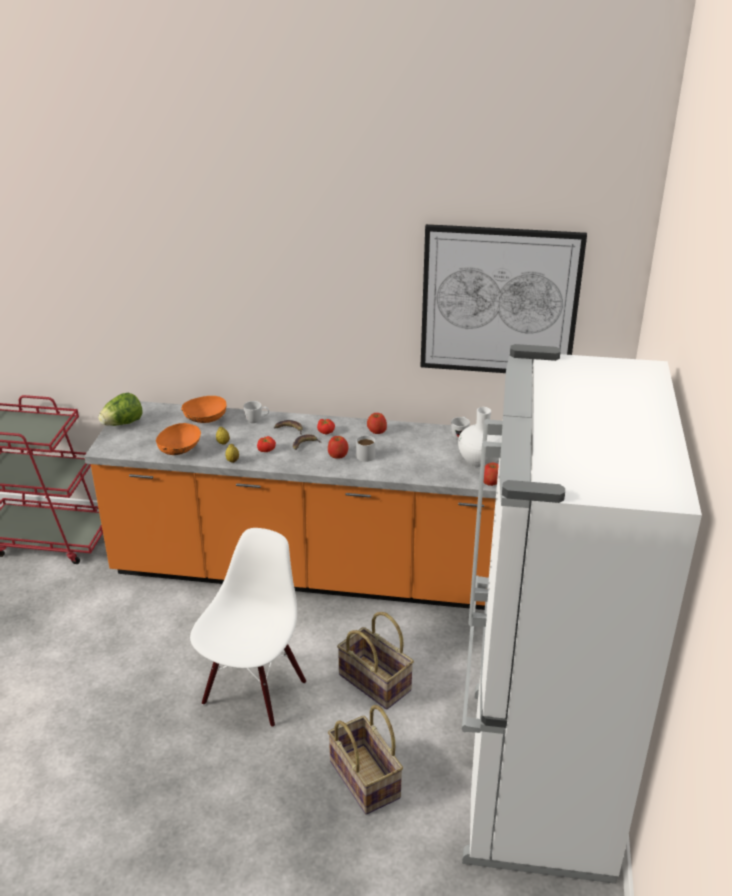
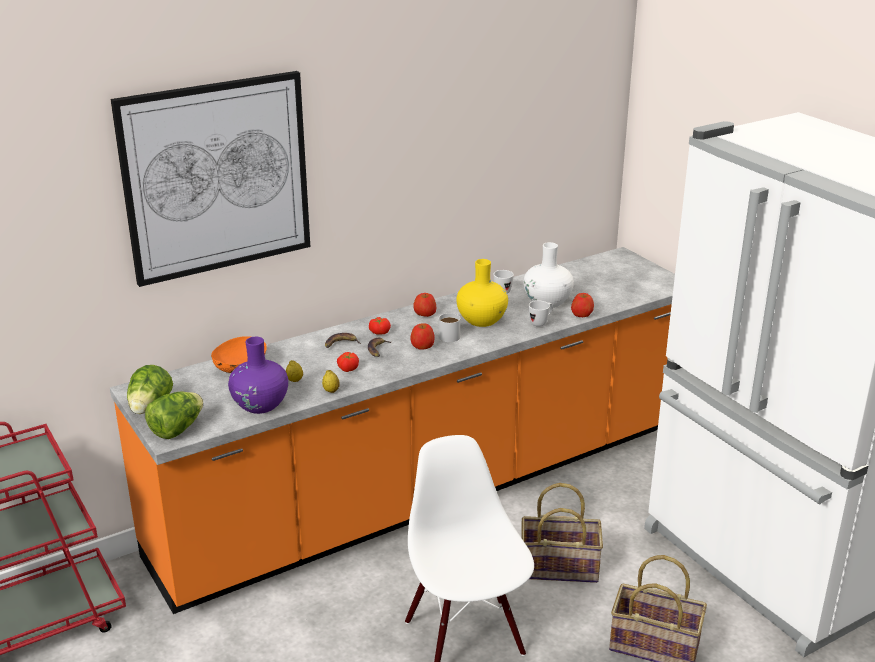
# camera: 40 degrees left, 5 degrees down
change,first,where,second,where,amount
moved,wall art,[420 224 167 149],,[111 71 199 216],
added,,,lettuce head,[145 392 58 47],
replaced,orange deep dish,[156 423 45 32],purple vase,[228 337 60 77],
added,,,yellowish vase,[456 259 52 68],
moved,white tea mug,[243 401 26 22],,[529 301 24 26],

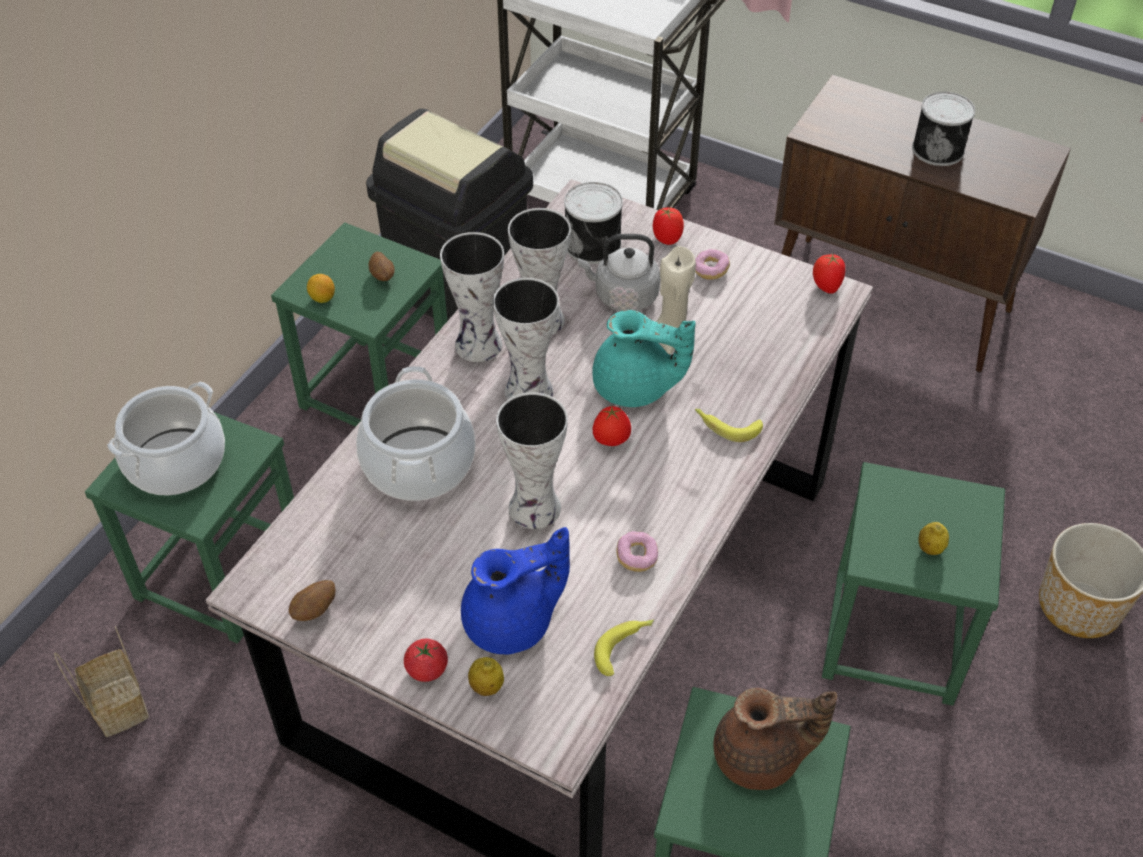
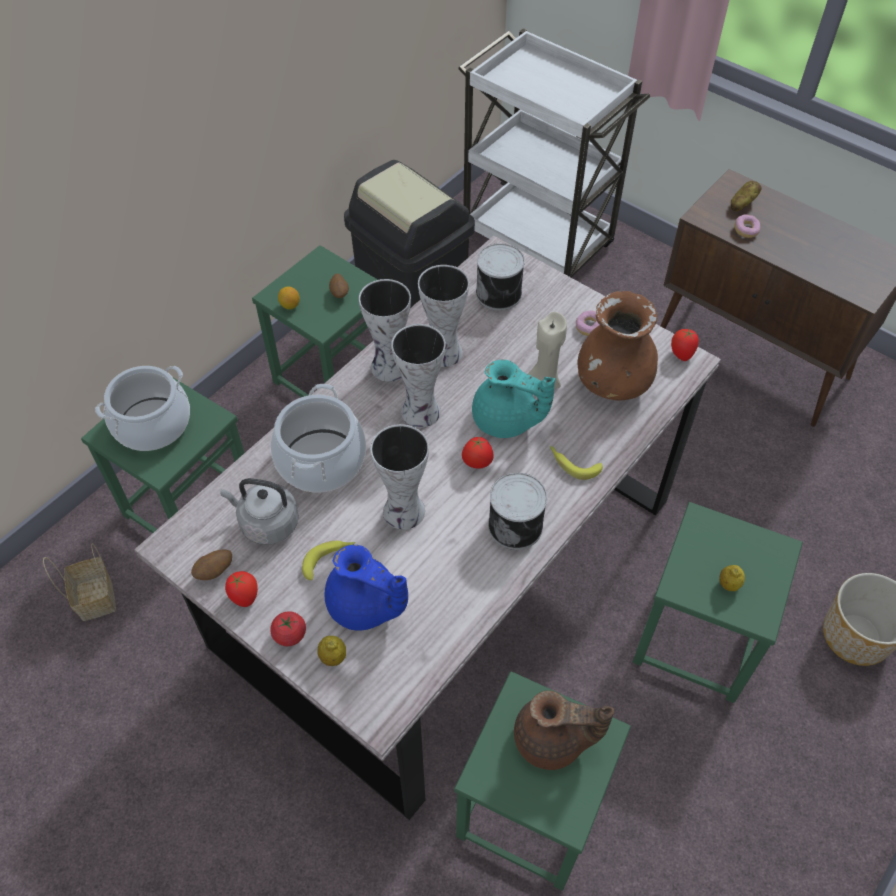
# camera: 10 degrees right, 5 degrees up
change,first,where,second,where,amount
moved,grey kettle,[578 234 82 77],,[220 478 79 67],
moved,fresh tomato,[653 207 31 38],,[225 571 33 36],
moved,banana,[594 619 60 57],,[302 541 53 39],
turned,blue tea pot,[461 527 109 127],,[325 545 83 86],45 degrees clockwise
moved,can,[912 92 63 74],,[488 473 59 77],
added,,,brown-coloured vase,[578 291 80 110],
added,,,spud,[731 181 31 30],
moved,doughnut,[616 531 42 41],,[734 215 26 23],

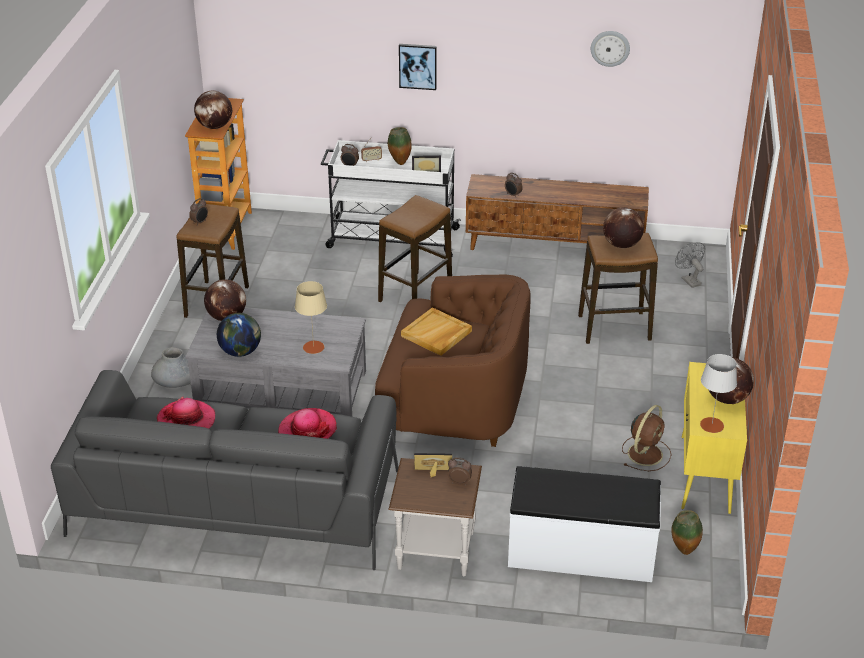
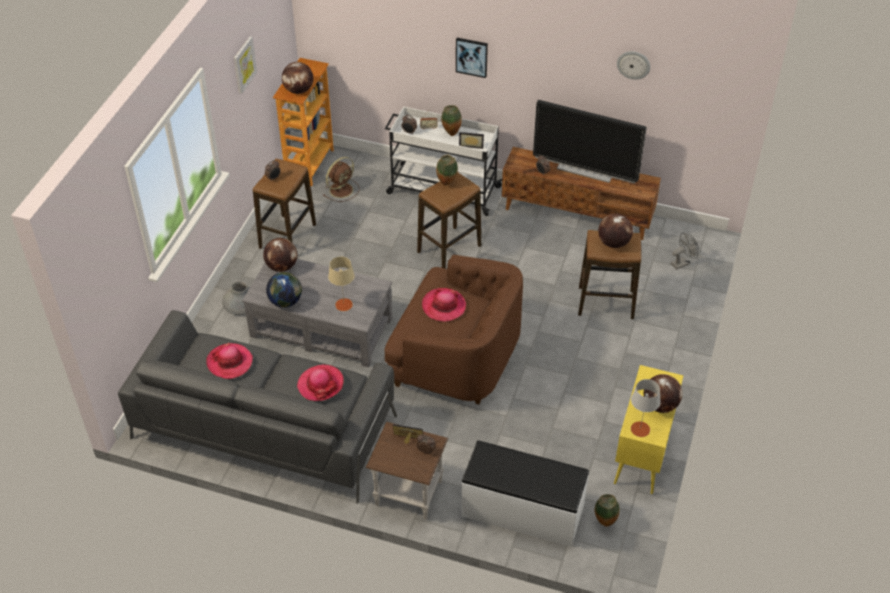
# camera: 10 degrees right, 10 degrees up
change,first,where,second,where,amount
added,,,wall art,[234 37 23 57],
moved,brown-coloured electric fan,[622 405 49 66],,[323 157 37 45],
replaced,sand-coloured carrying tray,[401 307 71 49],wearable hat,[422 288 44 34],
added,,,vase,[436 155 22 31],
added,,,TV,[533 100 114 83],
turned,grey electric fan,[675 242 30 46],,[671 232 28 38],75 degrees clockwise

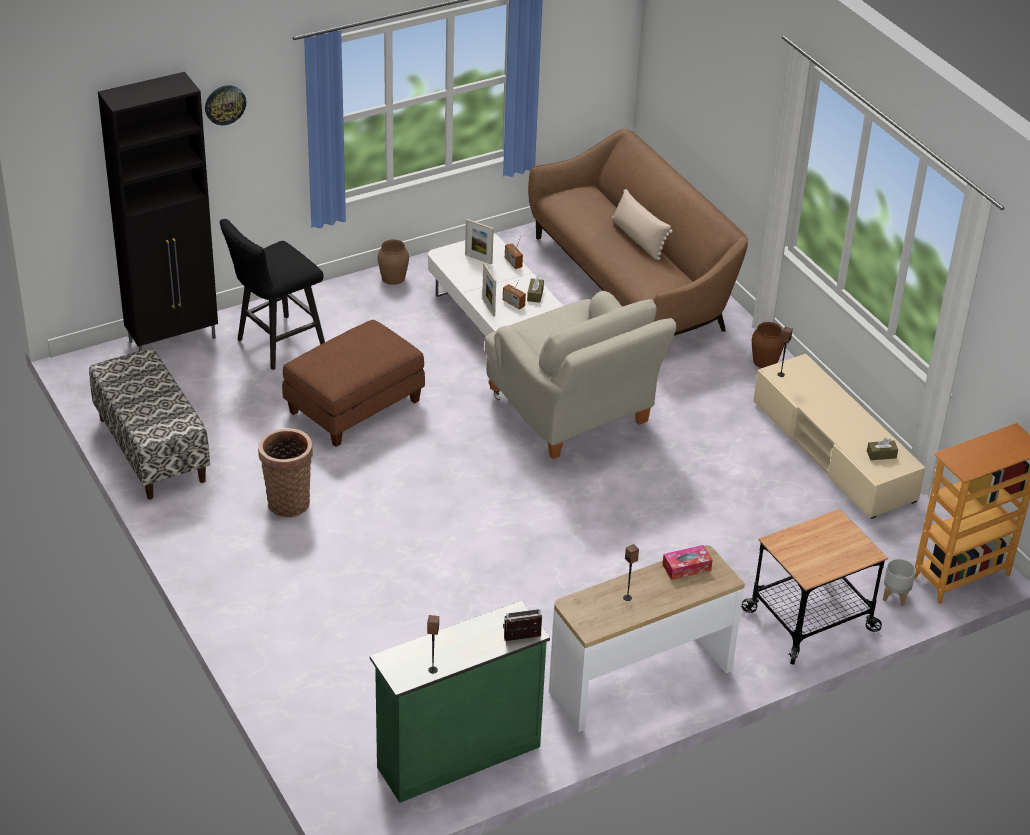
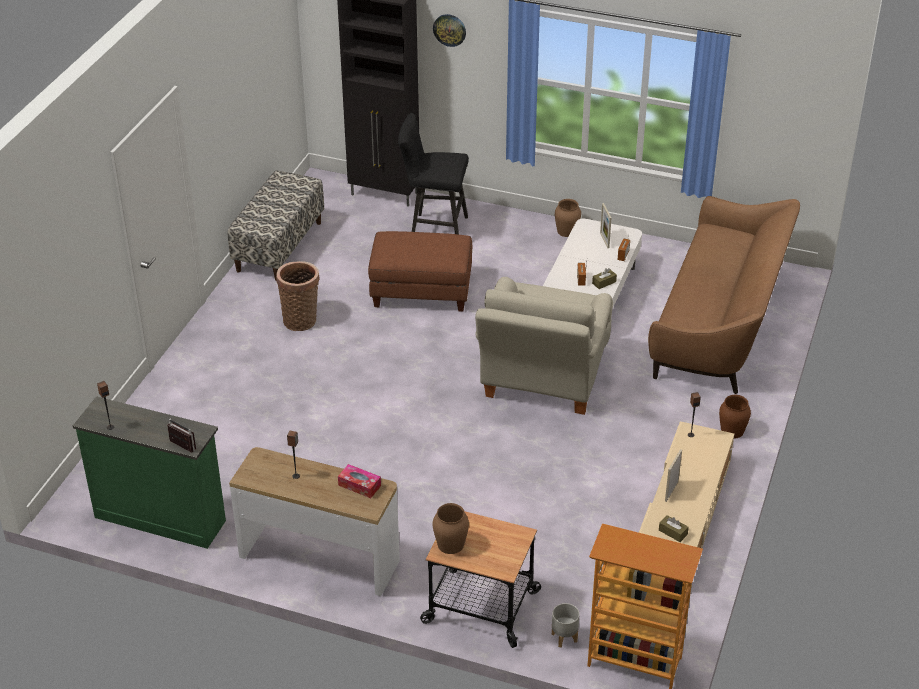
# camera: 50 degrees right, 0 degrees up
change,first,where,second,where,amount
added,,,brown-coloured vase,[433 503 36 51],
moved,picture frame,[482 263 14 54],,[665 449 17 53],
removed,sand-coloured cushion,[612 189 61 71],,,

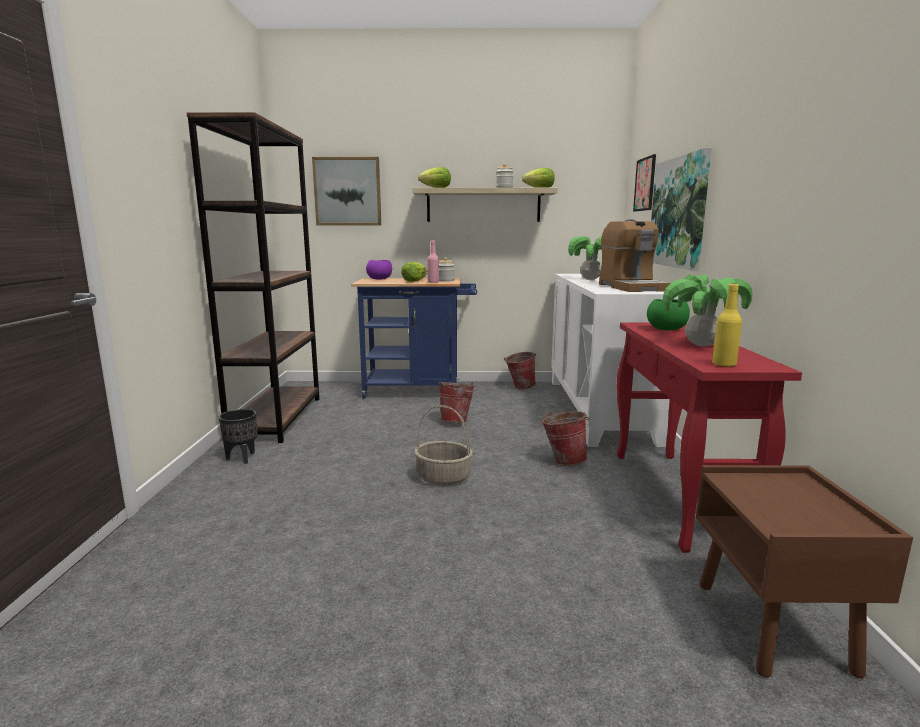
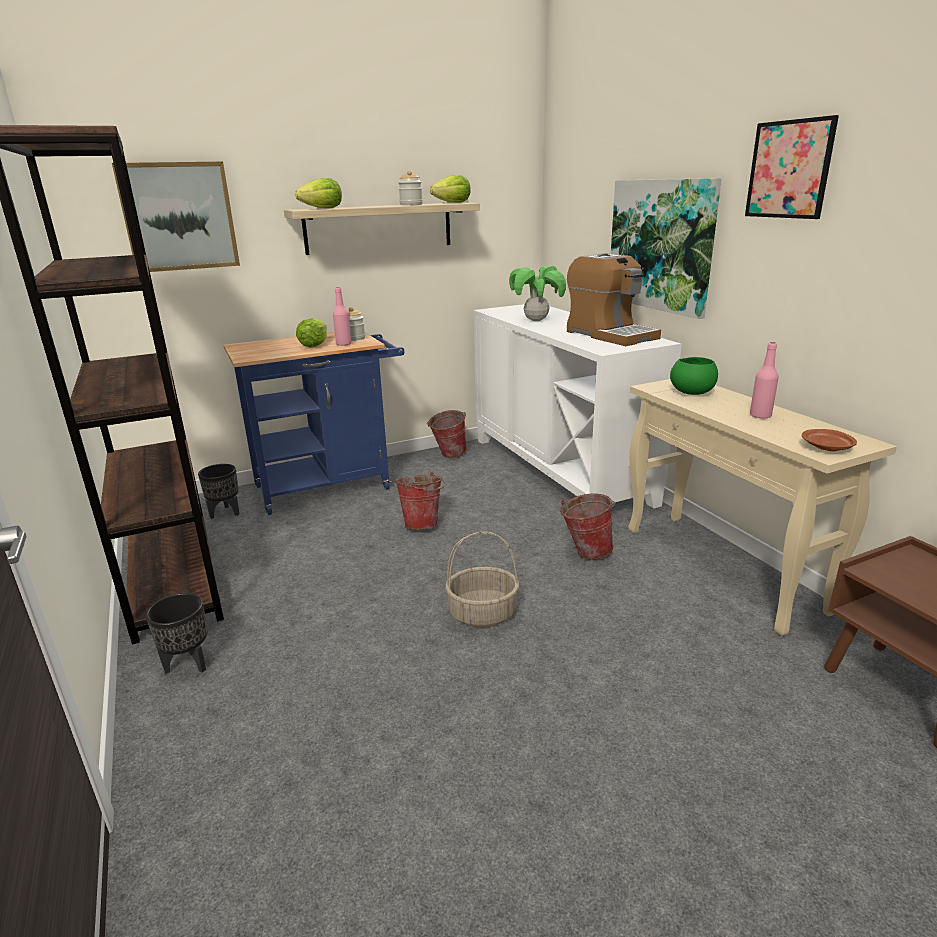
# camera: 25 degrees left, 10 degrees up
change,first,where,second,where,amount
added,,,black planter,[198 464 42 55],
recoloured,reddish console table,[617 322 185 231],sand-coloured console table,[628 379 269 257],
moved,wall art,[633 154 23 57],,[745 115 94 104],
replaced,plant in a pot,[662 275 90 72],pinkish beverage bottle,[750 342 29 77],
replaced,yellowish beverage bottle,[712 284 30 83],brown-coloured flat dish,[802 429 55 22],
removed,purple deep dish,[366 260 26 20],,,

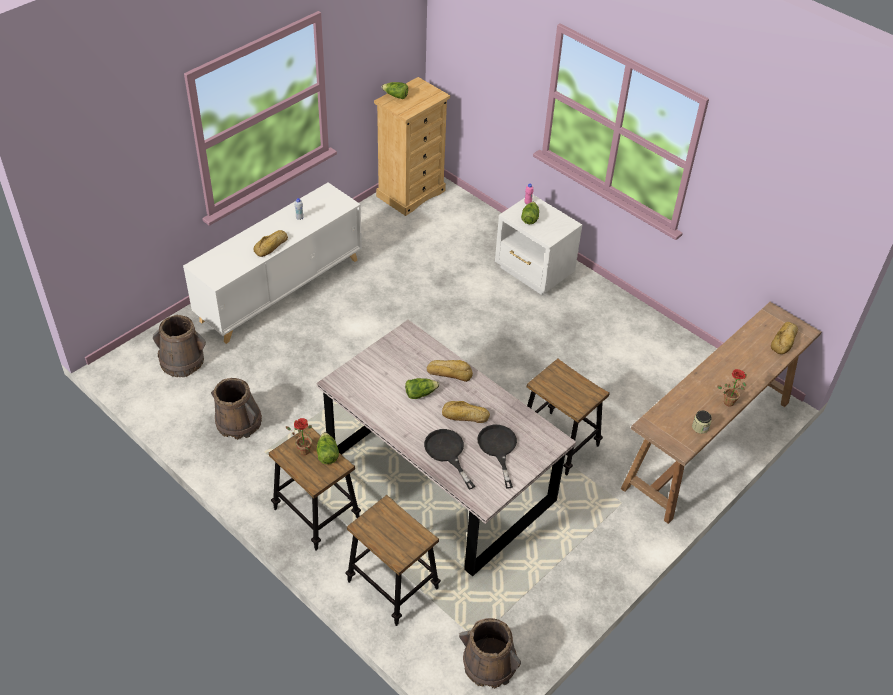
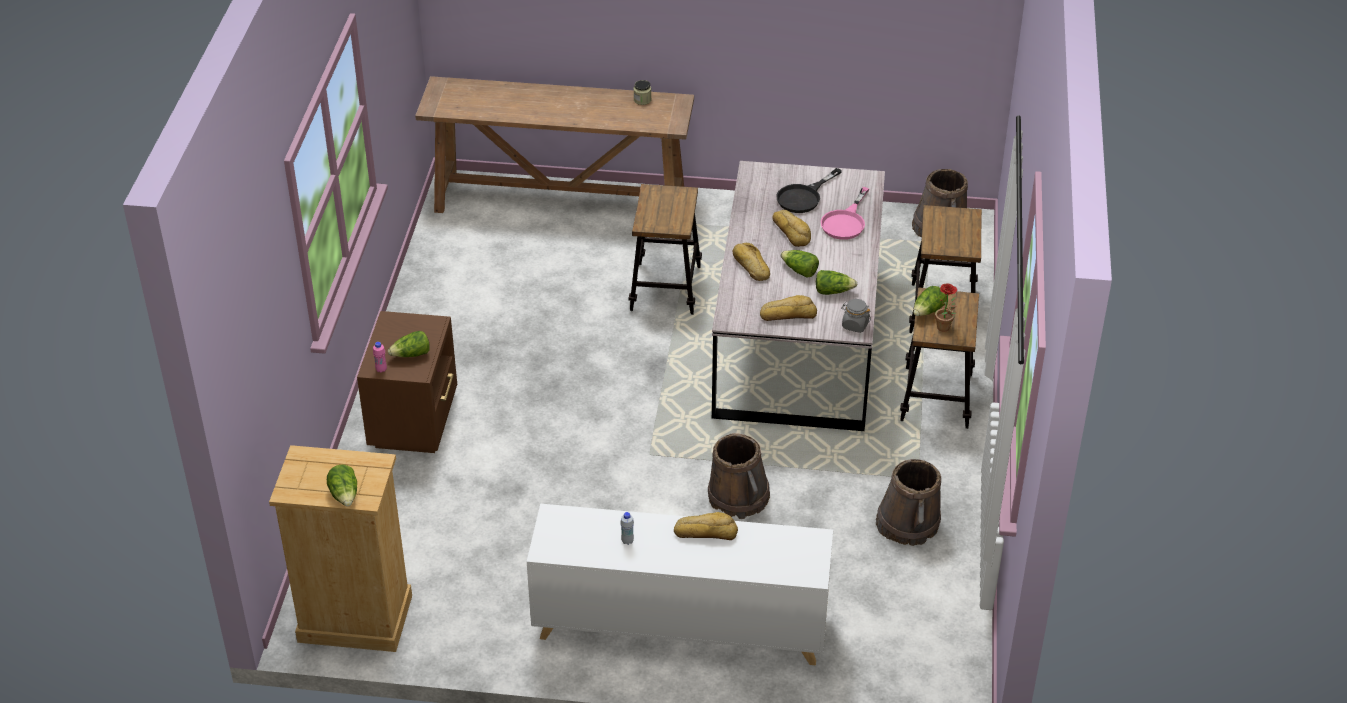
# camera: 125 degrees left, 5 degrees down
change,first,where,second,where,amount
recoloured,white nightstand,[495 195 87 100],brown-coloured nightstand,[357 311 100 142],
moved,brown-coloured water bucket,[153 315 53 62],,[708 433 62 86],
moved,bread,[771 322 27 32],,[760 295 57 26],
added,,,lettuce head,[816 270 41 25],
recoloured,black frying pan,[424 429 51 60],pinkish frying pan,[820 187 49 53],
added,,,grey jar,[841 299 30 34],
removed,plant in a pot,[717 369 30 38],,,

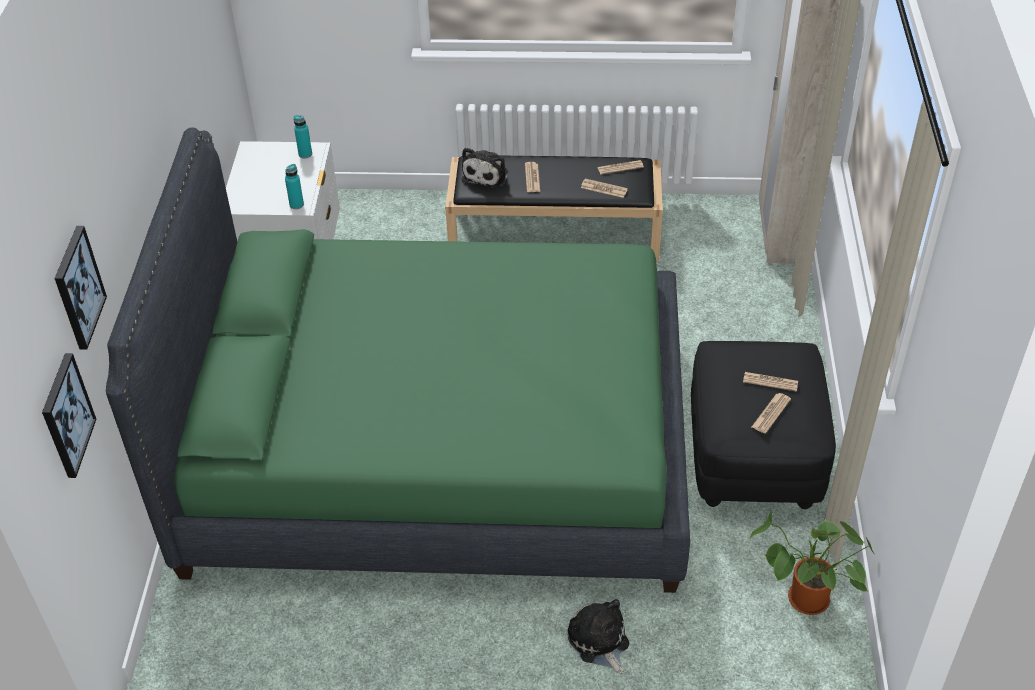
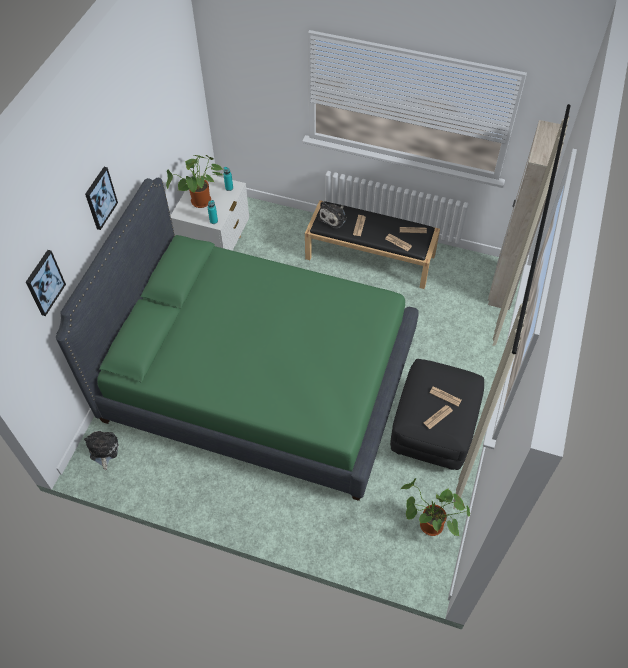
# camera: 15 degrees right, 10 degrees up
change,first,where,second,where,amount
moved,soft toy,[568 599 61 75],,[84 431 35 39],
moved,wall art,[42 353 54 125],,[85 167 33 63],
added,,,plant in a pot,[166 155 58 53],

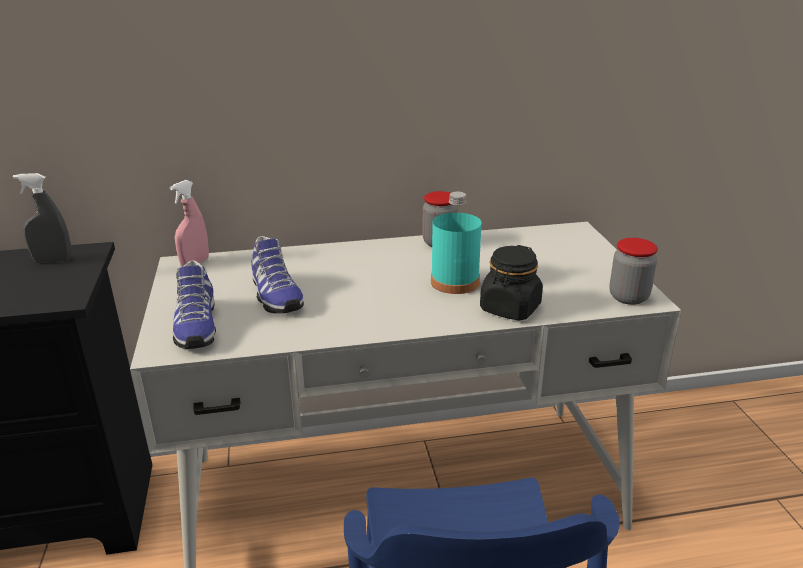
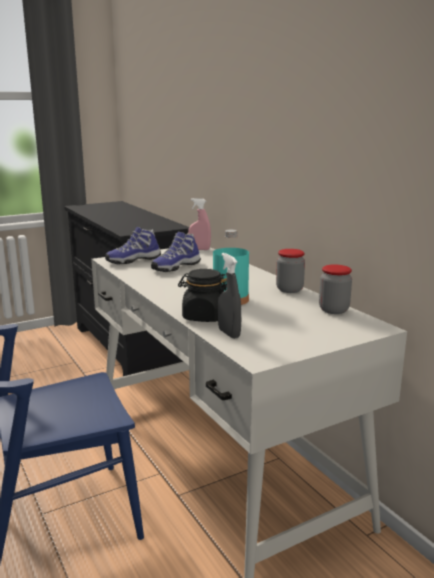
# camera: 70 degrees right, 10 degrees down
change,first,where,second,where,amount
moved,grey sprayer,[13 173 59 90],,[218 253 24 86],
moved,jar,[609 238 49 67],,[319 264 33 50],

